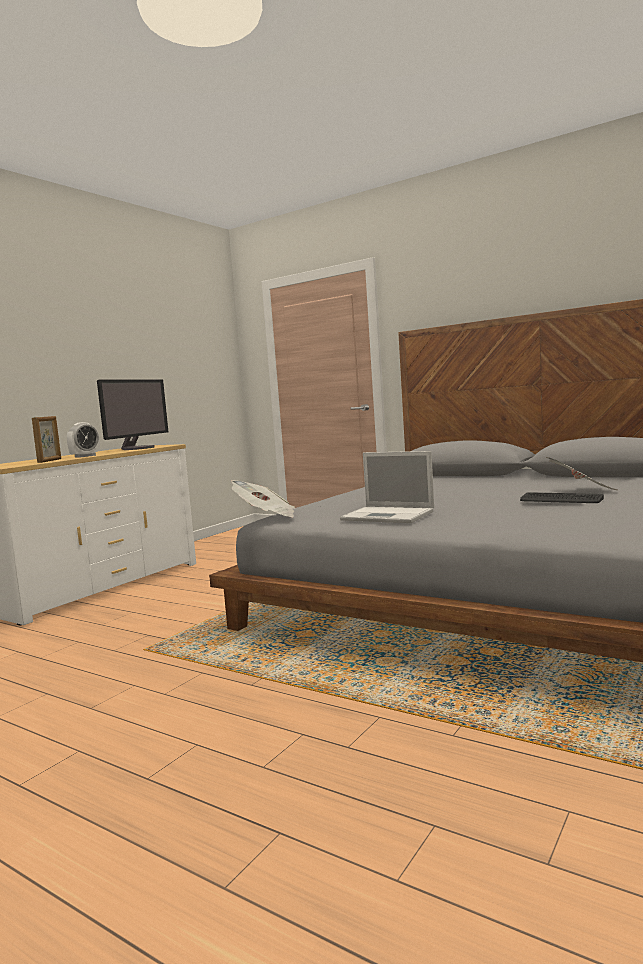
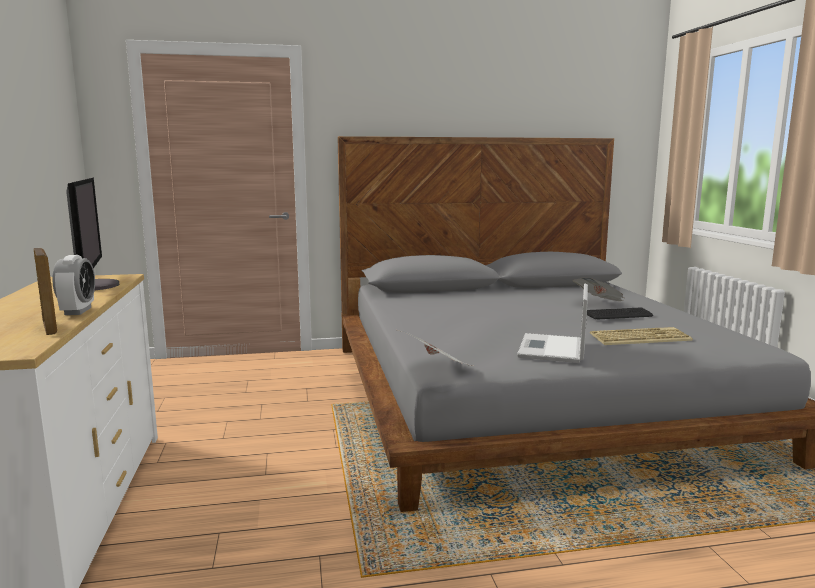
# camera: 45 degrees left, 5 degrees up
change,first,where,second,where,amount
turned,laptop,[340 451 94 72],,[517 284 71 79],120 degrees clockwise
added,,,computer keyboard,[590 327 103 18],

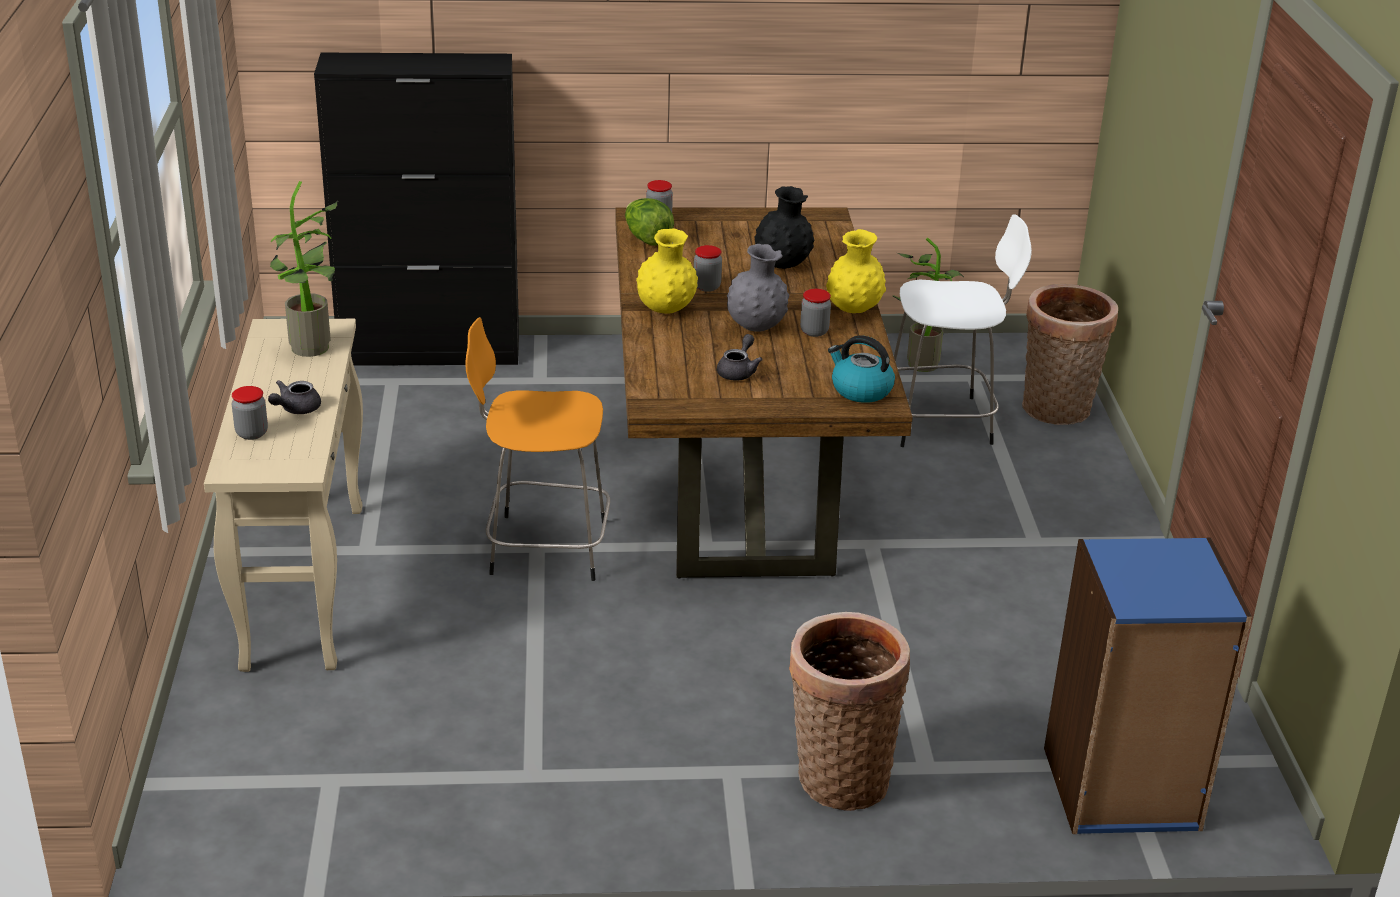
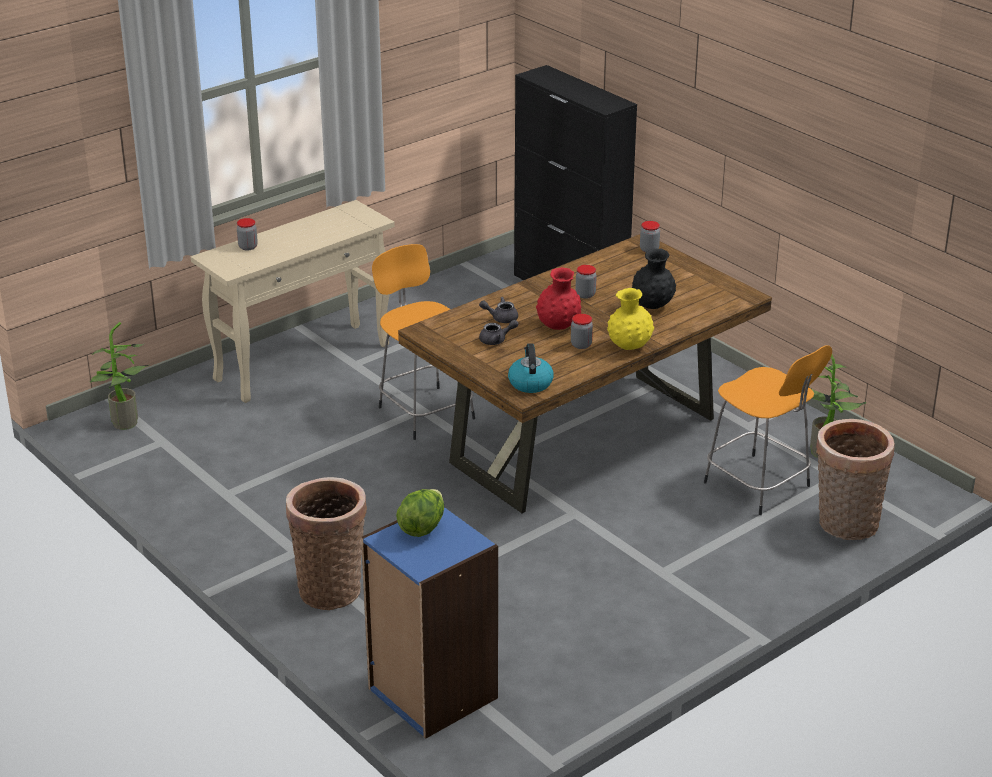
# camera: 55 degrees right, 0 degrees up
change,first,where,second,where,amount
moved,plant in a pot,[270 181 68 176],,[90 322 59 108],
moved,lettuce head,[625 198 49 48],,[396 489 48 48],
moved,grey tea pot,[268 380 53 34],,[479 297 39 26],
recoloured,grey vase,[727 244 62 88],reddish vase,[536 267 45 63],
recoloured,white stool,[894 214 138 233],orange stool,[704 345 128 170],
removed,yellowish vase,[636 228 62 85],,,

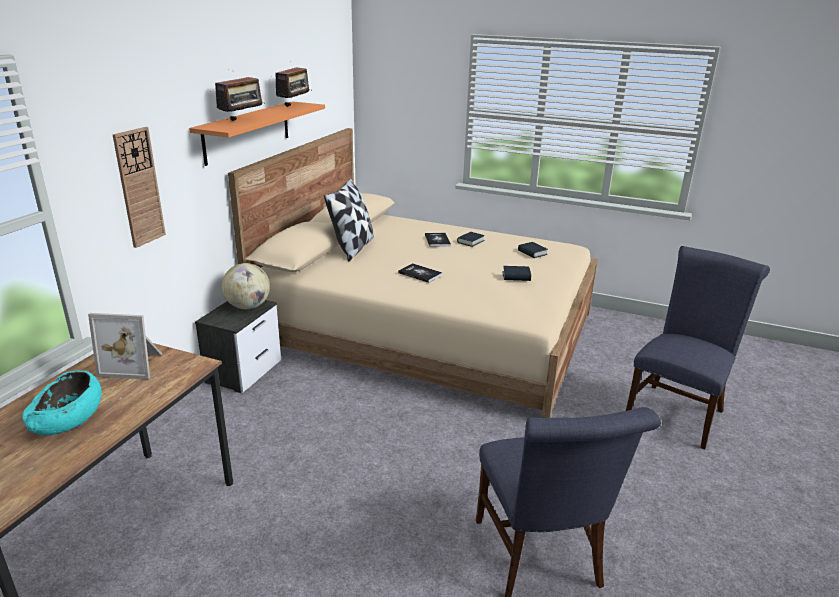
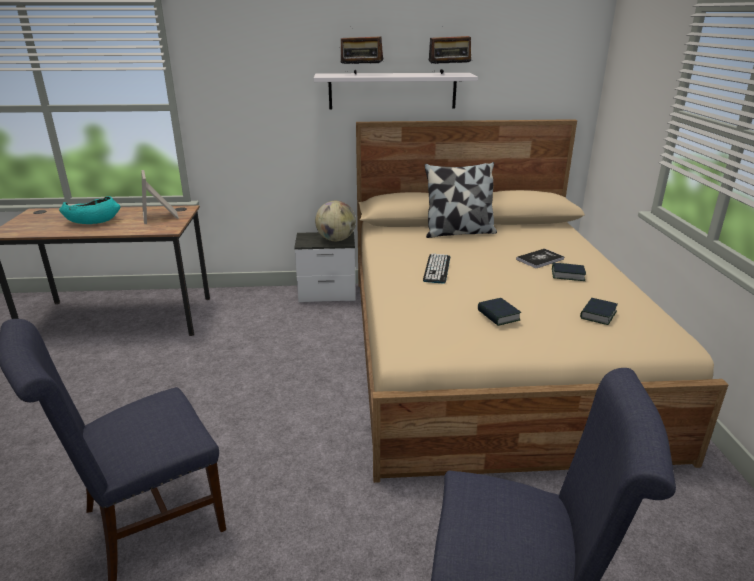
# camera: 65 degrees right, 0 degrees up
change,first,where,second,where,amount
recoloured,orange bracket shelf,[189 101 136 65],white bracket shelf,[314 73 164 37],
replaced,volume,[398 263 45 20],computer keyboard,[423 254 27 30],
removed,clock on the wall,[113 127 53 121],,,

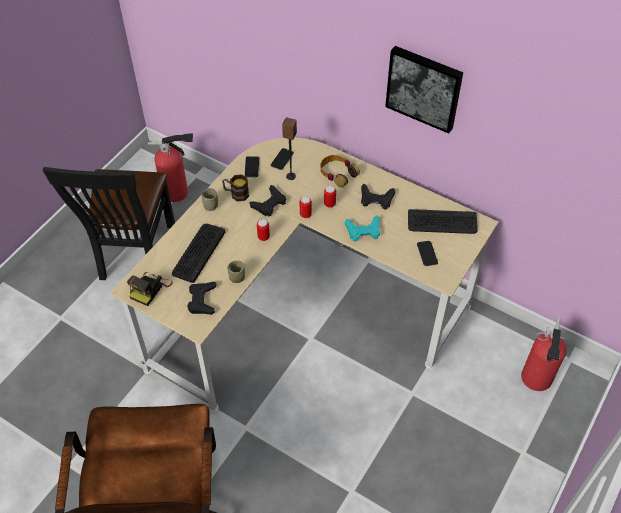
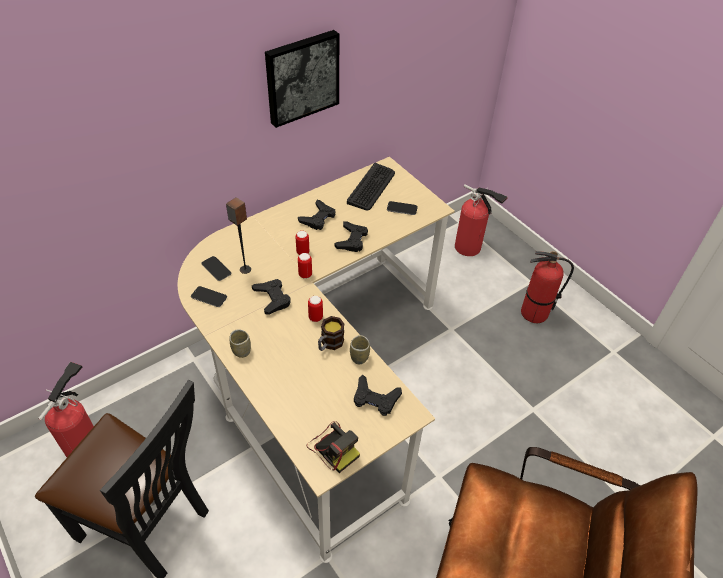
# camera: 70 degrees left, 5 degrees down
change,first,where,second,where,amount
moved,tea mug,[222 174 27 27],,[318 316 26 35],
recoloured,turquoise-coloured gamepad,[345 216 35 26],black gamepad,[335 221 33 31],
added,,,extinguisher,[521 251 53 72],
removed,computer keyboard,[172 224 53 59],,,
removed,pair of headphones,[321 155 39 32],,,

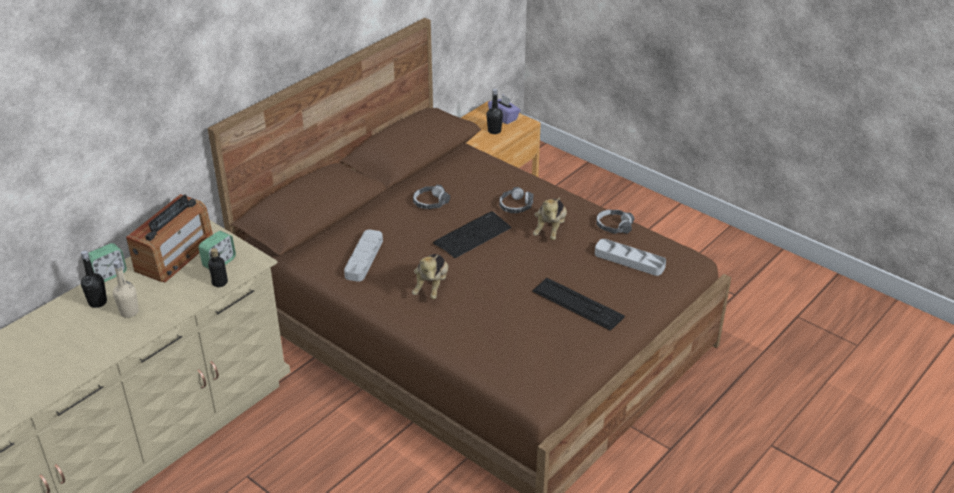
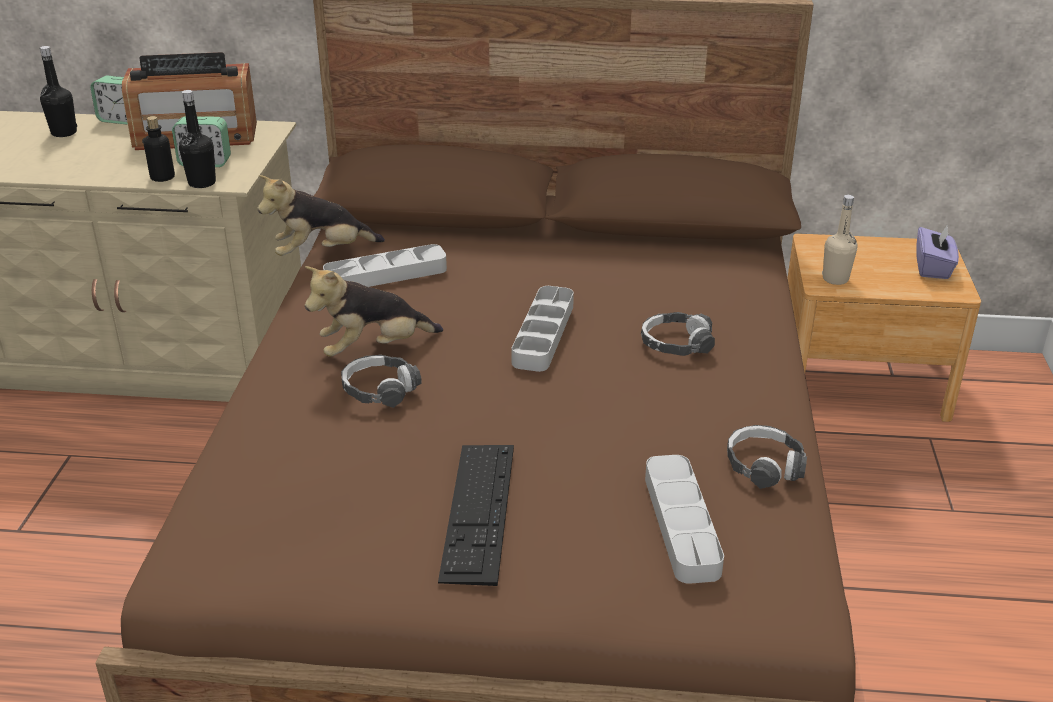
# camera: 55 degrees right, 5 degrees down
change,first,where,second,where,amount
moved,black beverage bottle,[487 89 16 45],,[179 90 37 98],
moved,soft toy,[533 197 34 43],,[258 175 127 81],
moved,pair of headphones,[413 185 37 24],,[341 355 81 53],
replaced,computer keyboard,[433 211 79 47],grey carrying tray,[511 286 63 86],
moved,sand-coloured beverage bottle,[113 260 26 58],,[822 195 36 90],

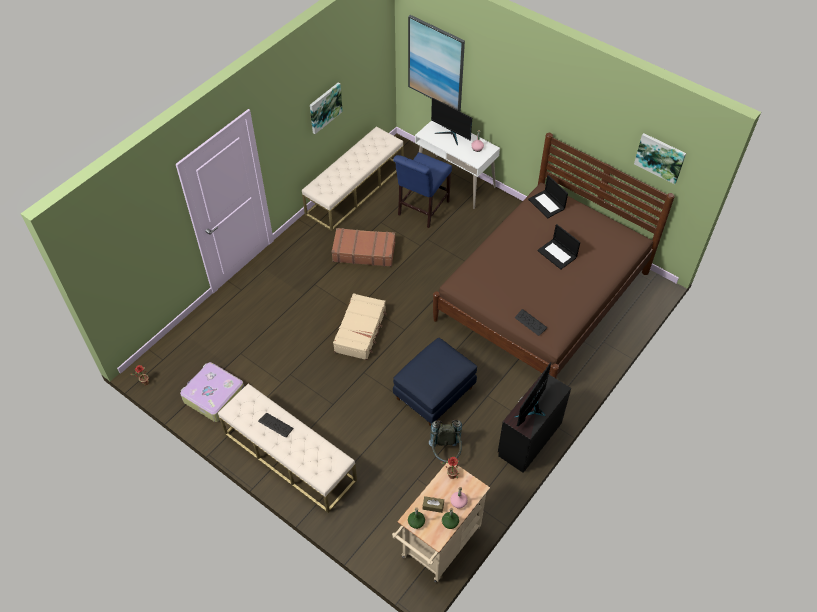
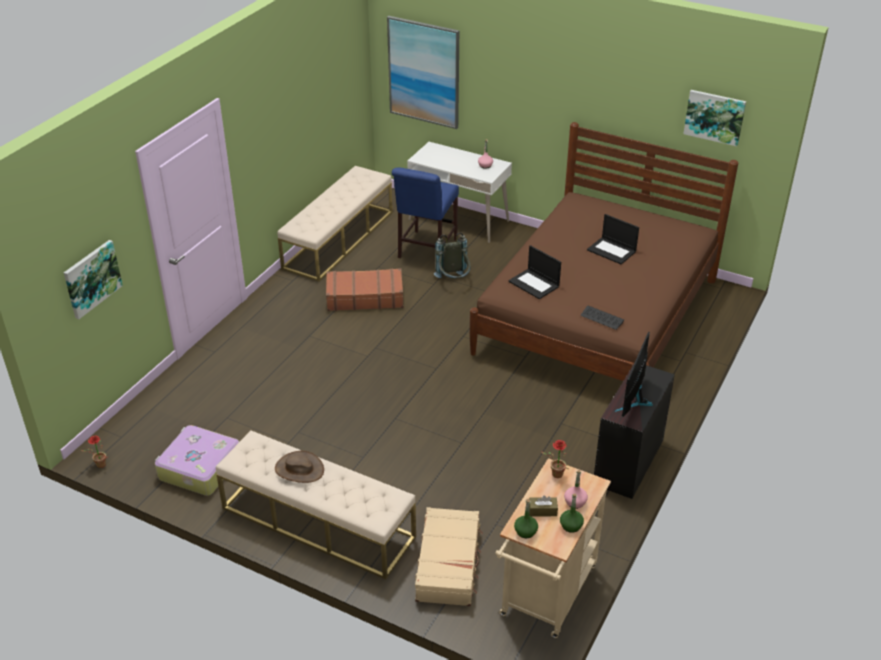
# camera: 10 degrees left, 15 degrees down
change,first,where,second,where,amount
moved,wall art,[310 82 33 52],,[64 240 59 79],
replaced,computer keyboard,[258 413 35 24],brown-coloured wearable hat,[275 451 49 32],
moved,sand-coloured suitcase,[333 293 54 67],,[415 507 68 99],
moved,grey backpack,[429 420 33 42],,[434 233 37 46],
moved,laptop,[528 175 40 43],,[508 245 53 54],
removed,blue ottoman,[393 338 84 88],,,
removed,computer screen,[431 98 41 47],,,

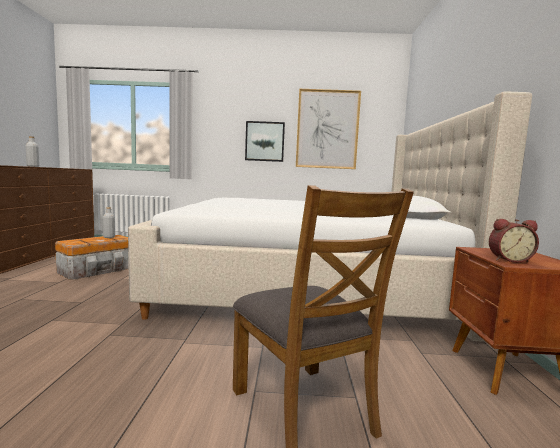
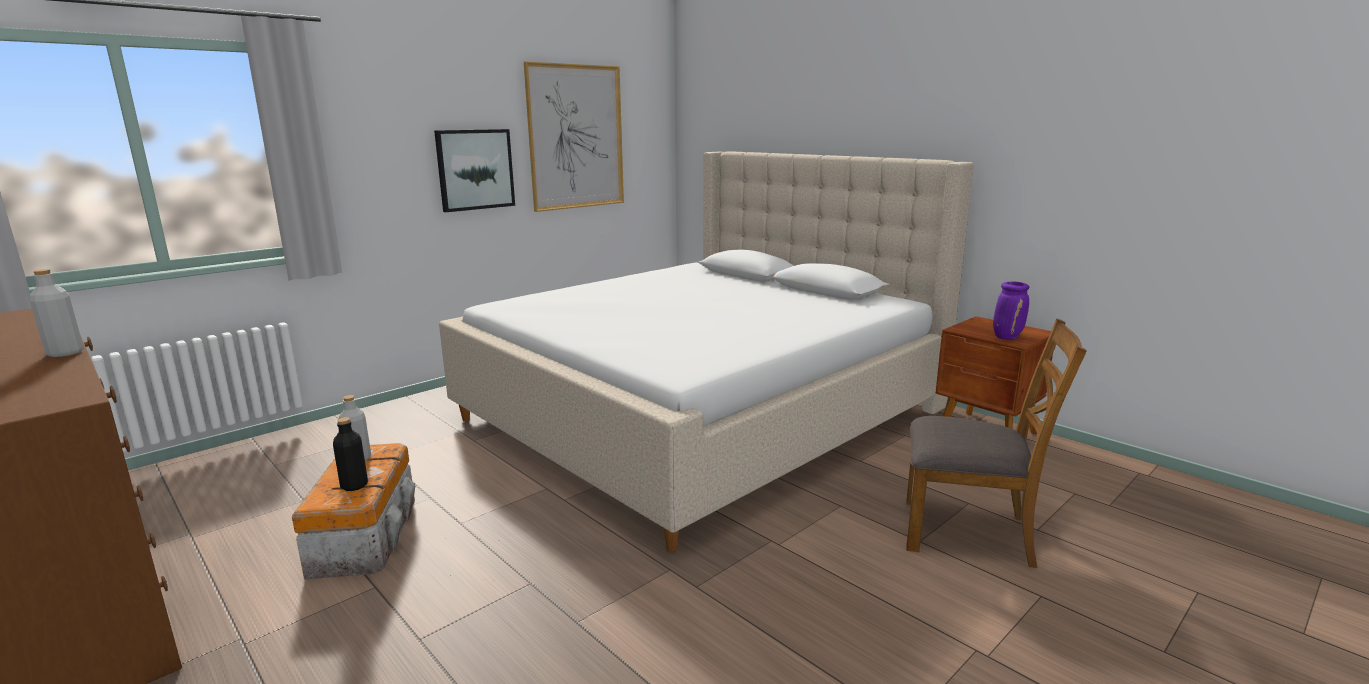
# camera: 45 degrees left, 10 degrees up
change,first,where,second,where,amount
added,,,black beverage bottle,[333 417 35 74],
replaced,table clock,[489 219 50 44],purple vase,[993 282 36 58],

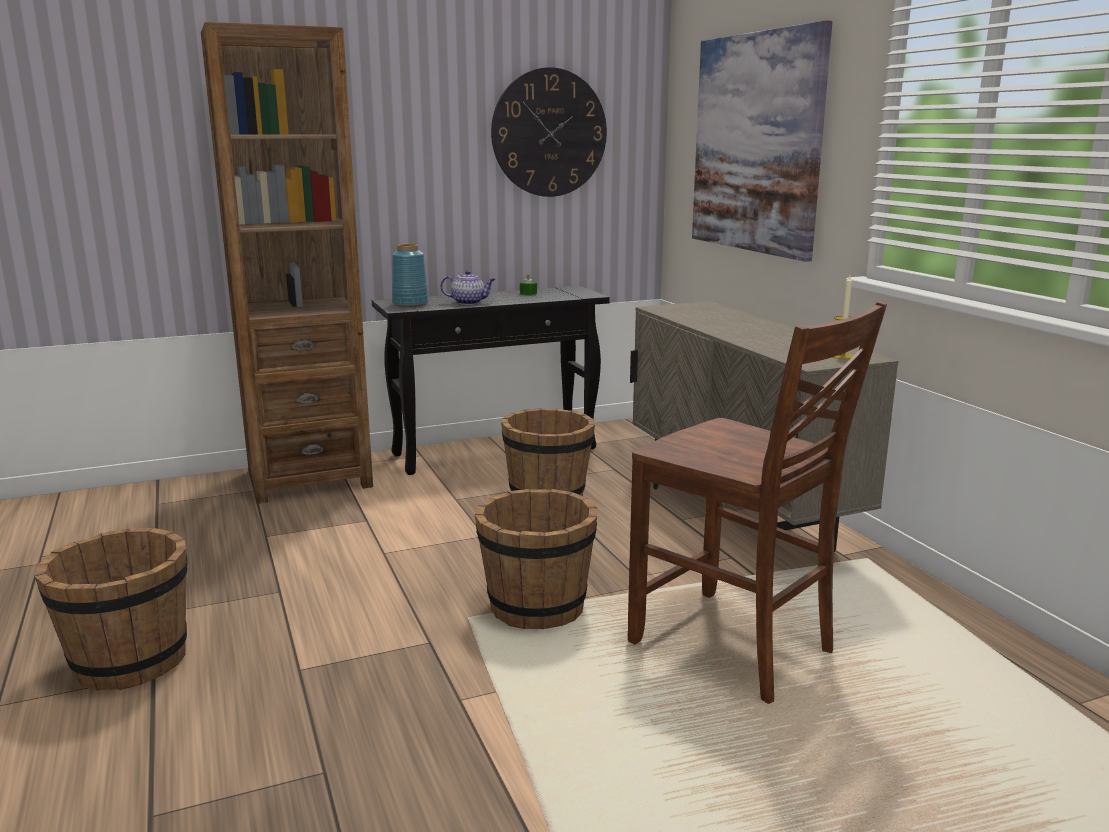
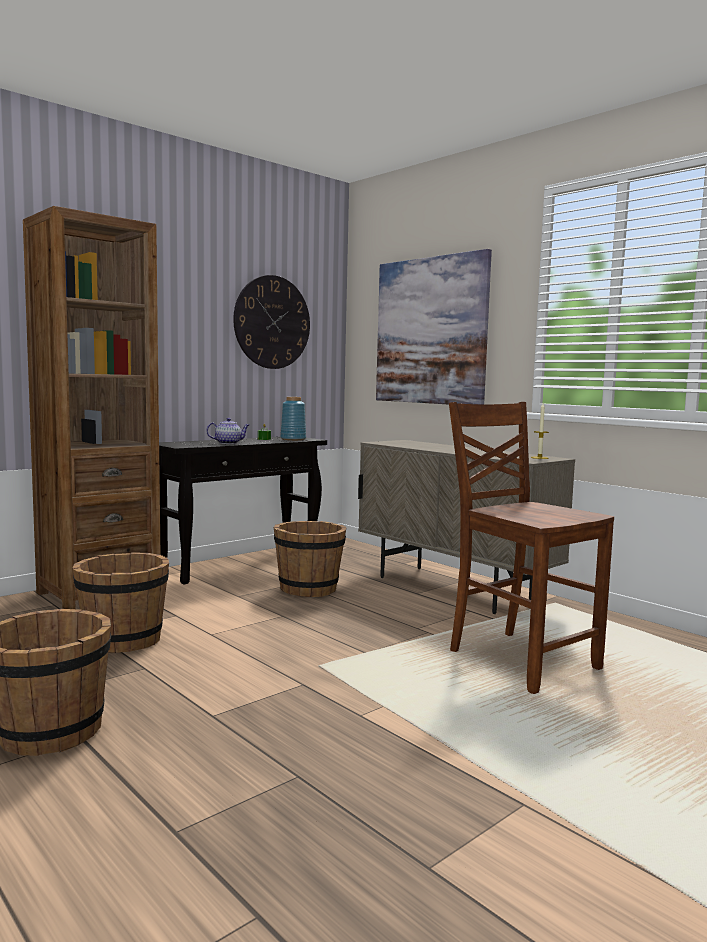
# camera: 20 degrees left, 10 degrees down
change,first,where,second,where,amount
moved,brown-coloured water bucket,[475 489 122 140],,[72 552 97 101],
moved,blue vase,[392 244 36 63],,[280 397 26 43],
turned,brown-coloured chair,[628 301 259 403],,[449 402 165 292],150 degrees counterclockwise

